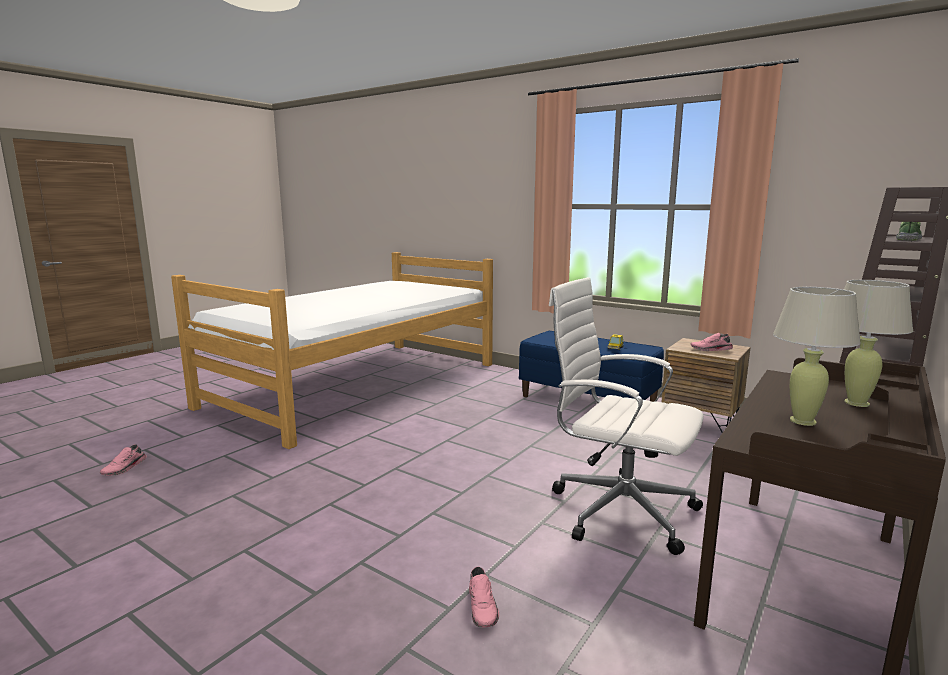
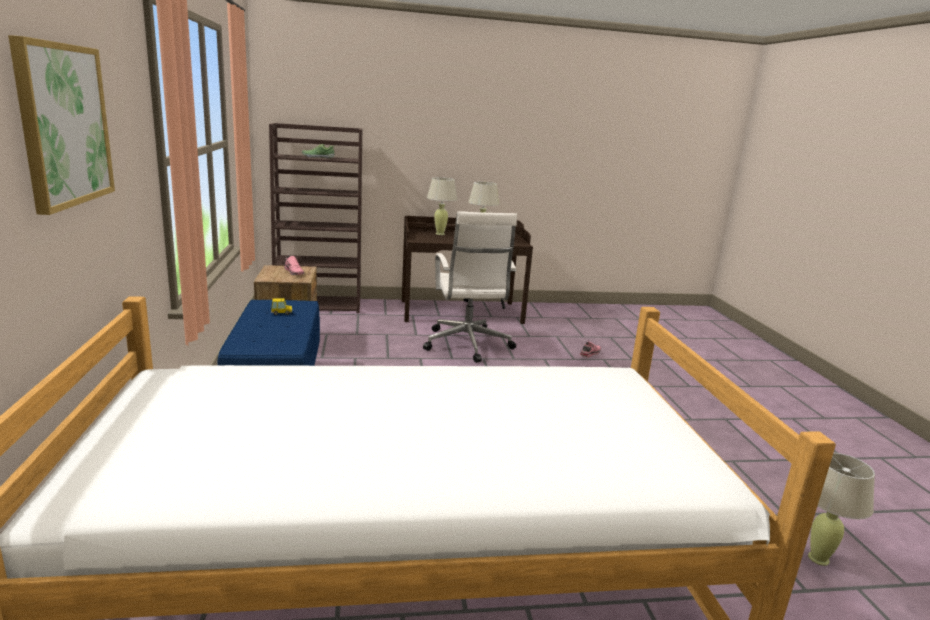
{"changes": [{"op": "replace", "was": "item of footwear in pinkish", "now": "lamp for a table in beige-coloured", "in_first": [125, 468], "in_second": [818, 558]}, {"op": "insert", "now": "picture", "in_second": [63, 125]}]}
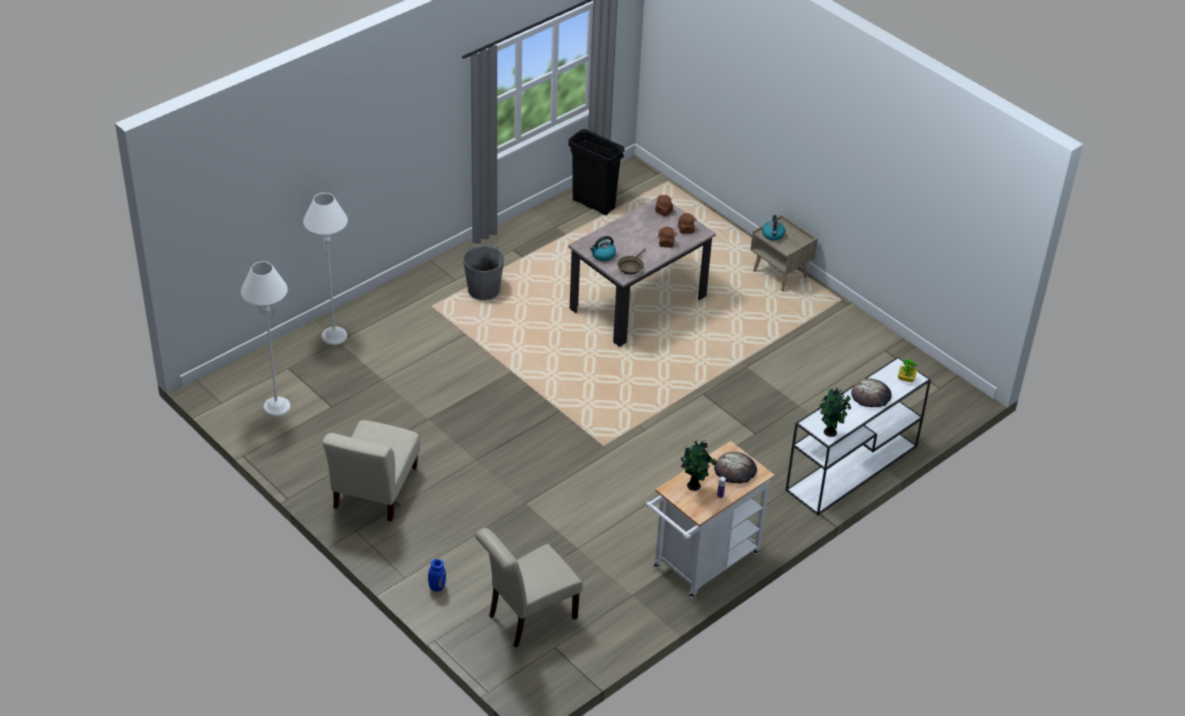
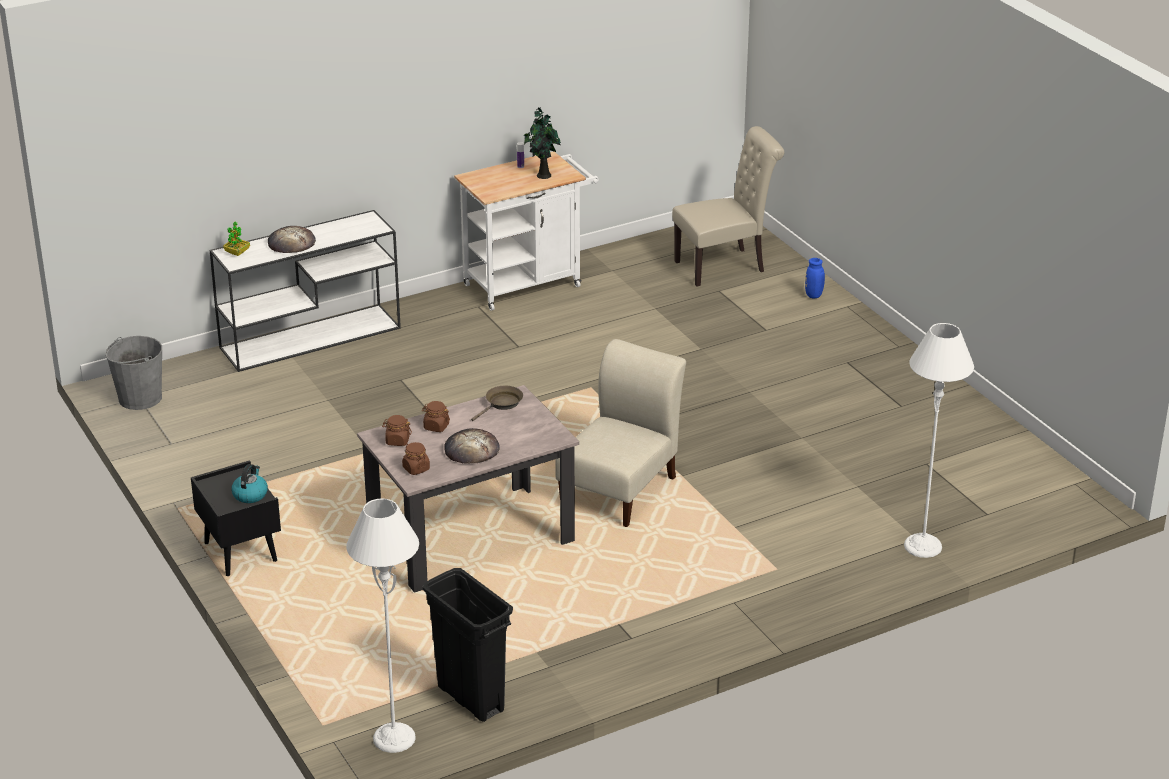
{"changes": [{"op": "recolor", "was": "night table in beige-coloured", "now": "night table in blackish", "in_first": [780, 274], "in_second": [239, 552]}, {"op": "delete", "was": "tea kettle", "in_first": [603, 255]}, {"op": "move", "was": "bucket in greyish", "in_first": [484, 290], "in_second": [139, 398]}, {"op": "move", "was": "standing lamp in whitish", "in_first": [277, 407], "in_second": [394, 738]}, {"op": "delete", "was": "potted plant", "in_first": [830, 433]}, {"op": "move", "was": "upright chair in beige-coloured", "in_first": [374, 491], "in_second": [621, 488]}, {"op": "move", "was": "bread", "in_first": [735, 470], "in_second": [471, 449]}]}
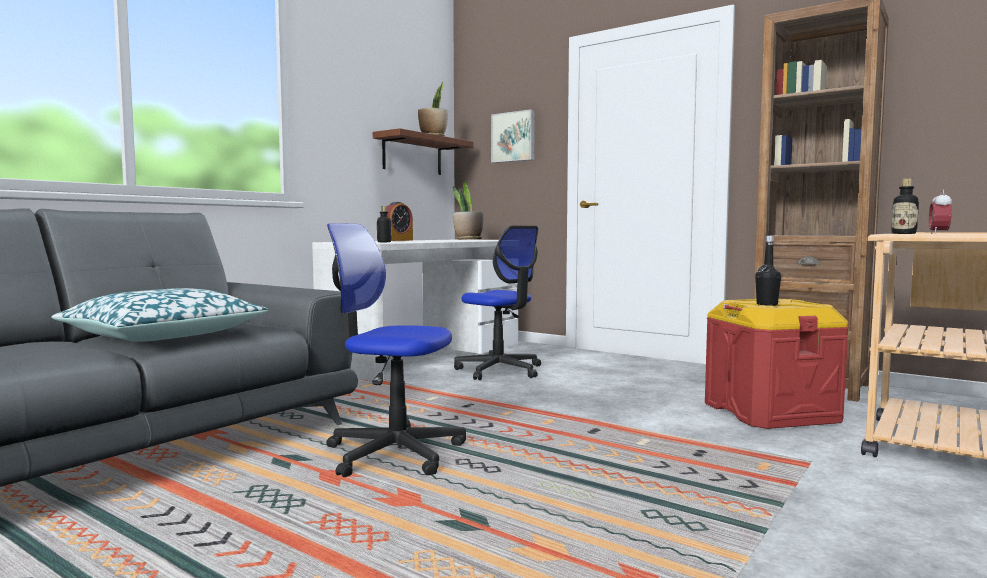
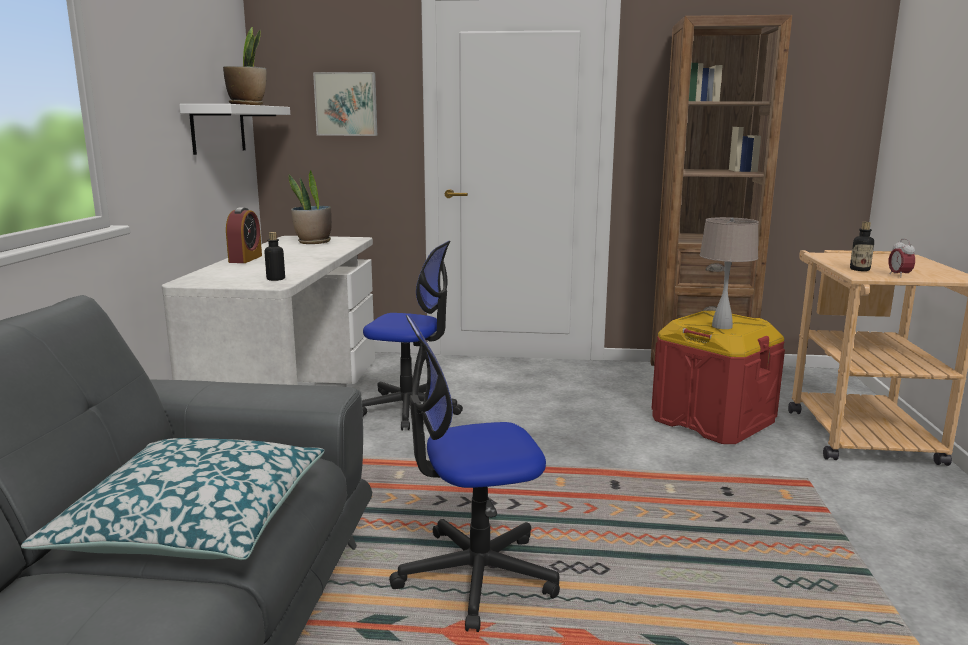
{"changes": [{"op": "recolor", "was": "bracket shelf in brown", "now": "bracket shelf in whitish", "in_first": [412, 155], "in_second": [218, 129]}, {"op": "replace", "was": "beverage bottle in blackish", "now": "lamp for a table in beige-coloured", "in_first": [767, 304], "in_second": [722, 326]}]}
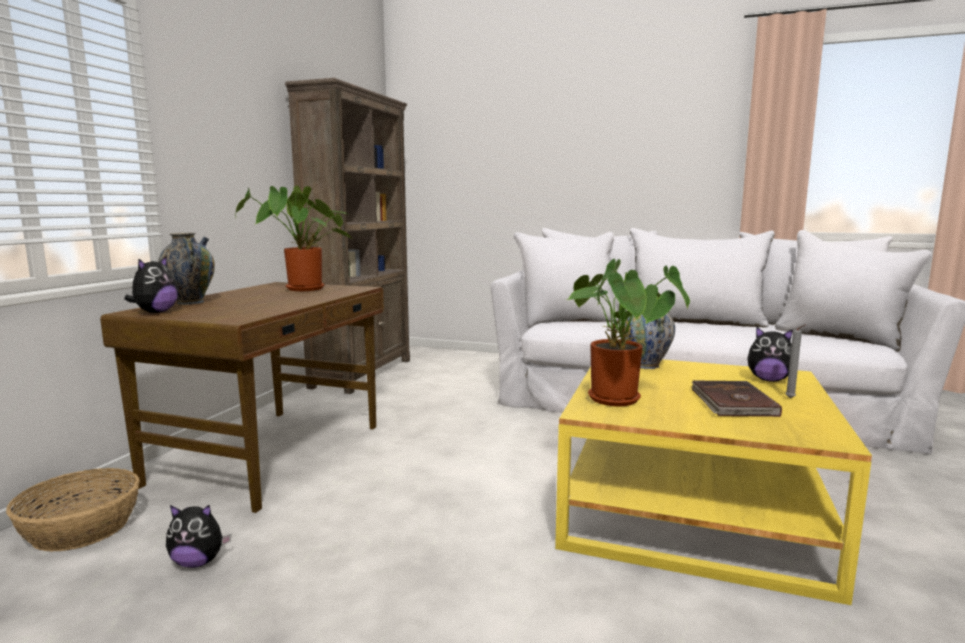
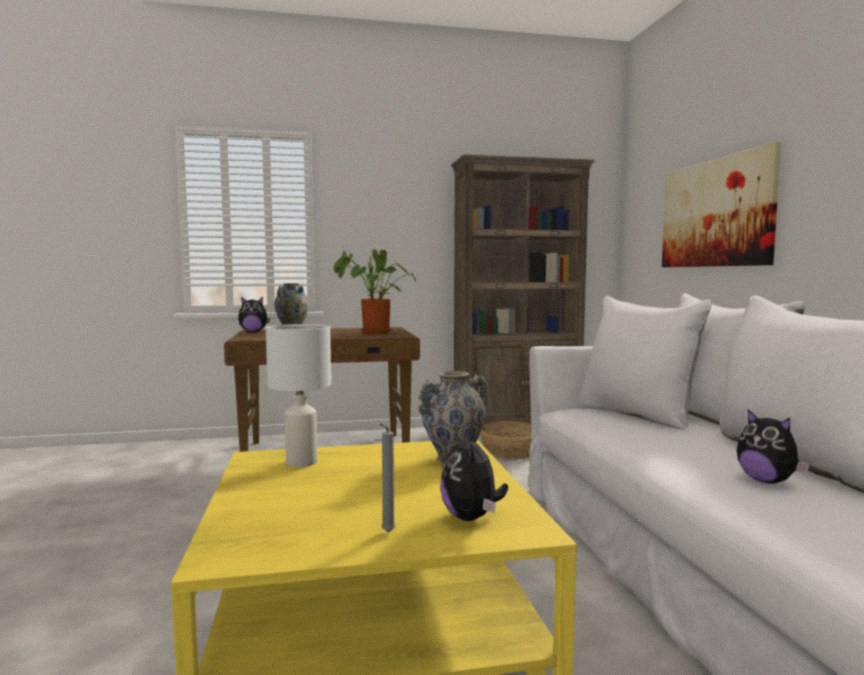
{"changes": [{"op": "replace", "was": "potted plant", "now": "lamp for a table in whitish", "in_first": [619, 400], "in_second": [300, 462]}, {"op": "delete", "was": "bound book in brown", "in_first": [731, 402]}, {"op": "move", "was": "basket", "in_first": [82, 528], "in_second": [511, 452]}, {"op": "move", "was": "plush toy", "in_first": [198, 562], "in_second": [767, 481]}, {"op": "insert", "now": "picture", "in_second": [715, 213]}]}
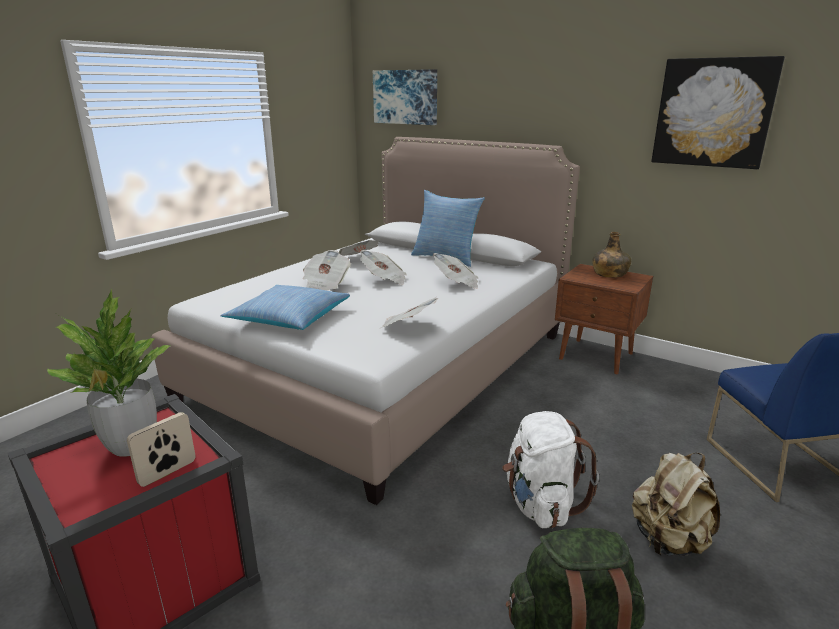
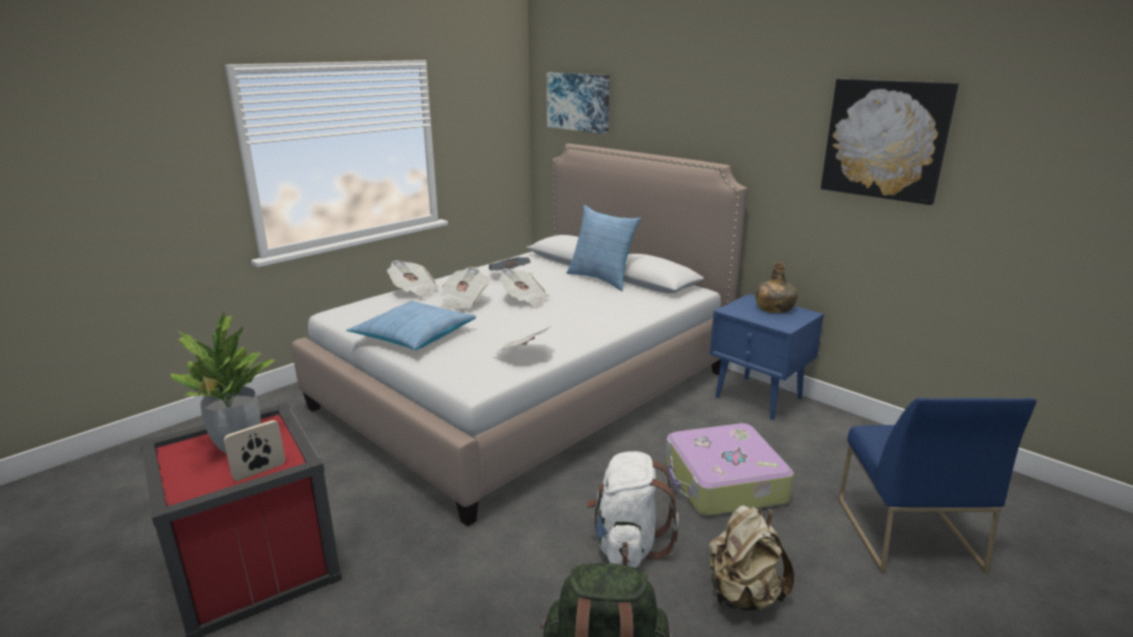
{"changes": [{"op": "move", "was": "newspaper", "in_first": [456, 283], "in_second": [414, 291]}, {"op": "recolor", "was": "night table in brown", "now": "night table in blue", "in_first": [597, 356], "in_second": [759, 398]}, {"op": "insert", "now": "piece of luggage", "in_second": [723, 483]}]}
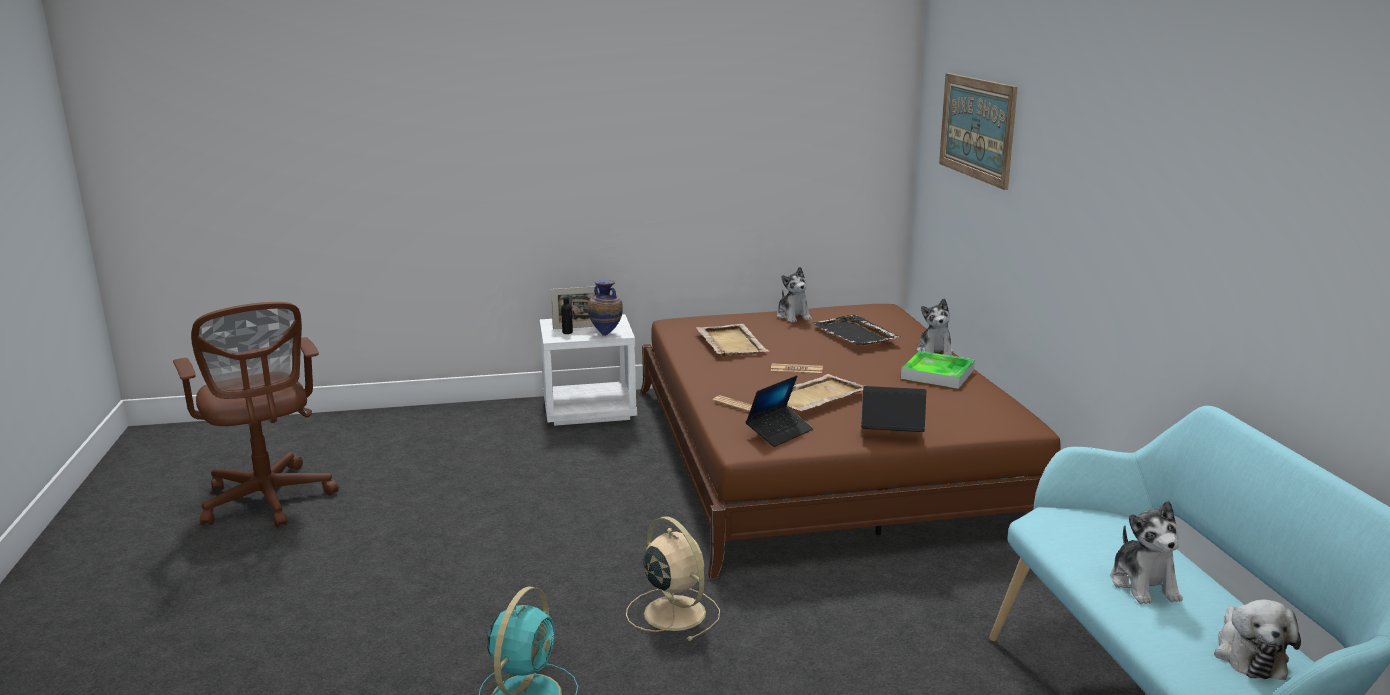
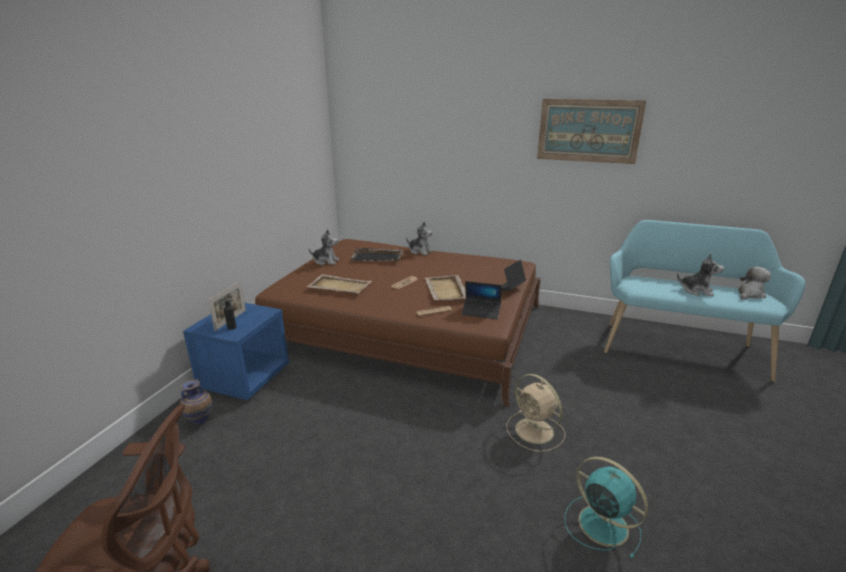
{"changes": [{"op": "move", "was": "picture", "in_first": [977, 128], "in_second": [588, 130]}, {"op": "move", "was": "decorative vase", "in_first": [606, 334], "in_second": [200, 422]}, {"op": "recolor", "was": "night table in whitish", "now": "night table in blue", "in_first": [589, 410], "in_second": [245, 378]}, {"op": "delete", "was": "serving tray", "in_first": [937, 374]}, {"op": "rotate", "was": "portable computer", "in_first": [779, 432], "in_second": [481, 312], "clockwise": 120}, {"op": "rotate", "was": "fan in beige-coloured", "in_first": [673, 612], "in_second": [535, 432], "clockwise": -120}, {"op": "rotate", "was": "plush toy", "in_first": [1248, 655], "in_second": [750, 294], "clockwise": -75}]}
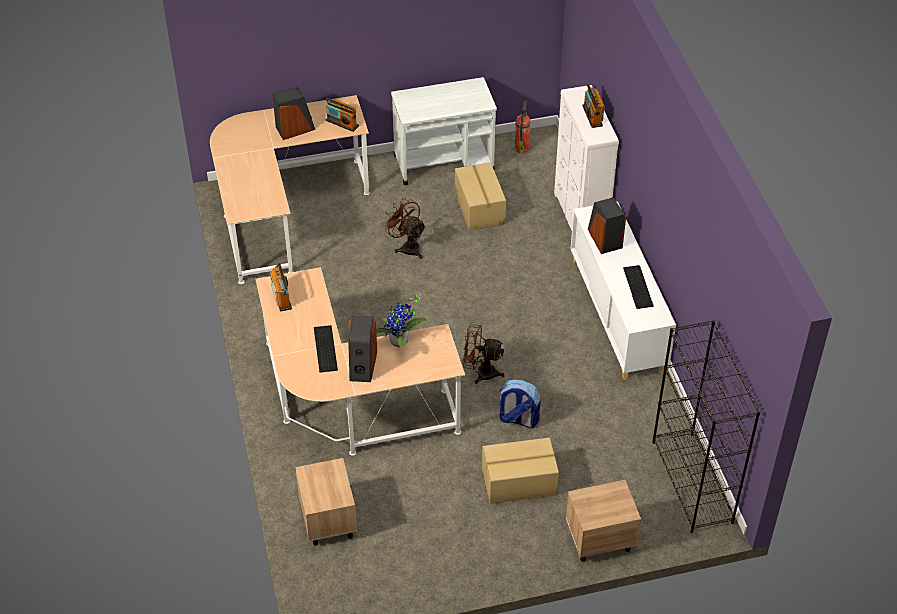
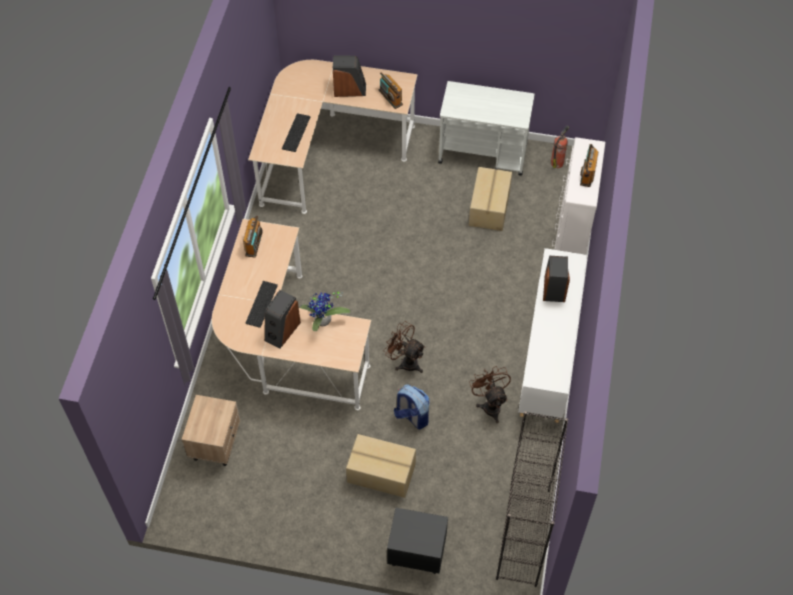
{"changes": [{"op": "move", "was": "fan in brown", "in_first": [407, 247], "in_second": [490, 404]}, {"op": "move", "was": "keyboard", "in_first": [639, 287], "in_second": [297, 133]}, {"op": "recolor", "was": "night table in beige-coloured", "now": "night table in blackish", "in_first": [598, 540], "in_second": [416, 552]}]}
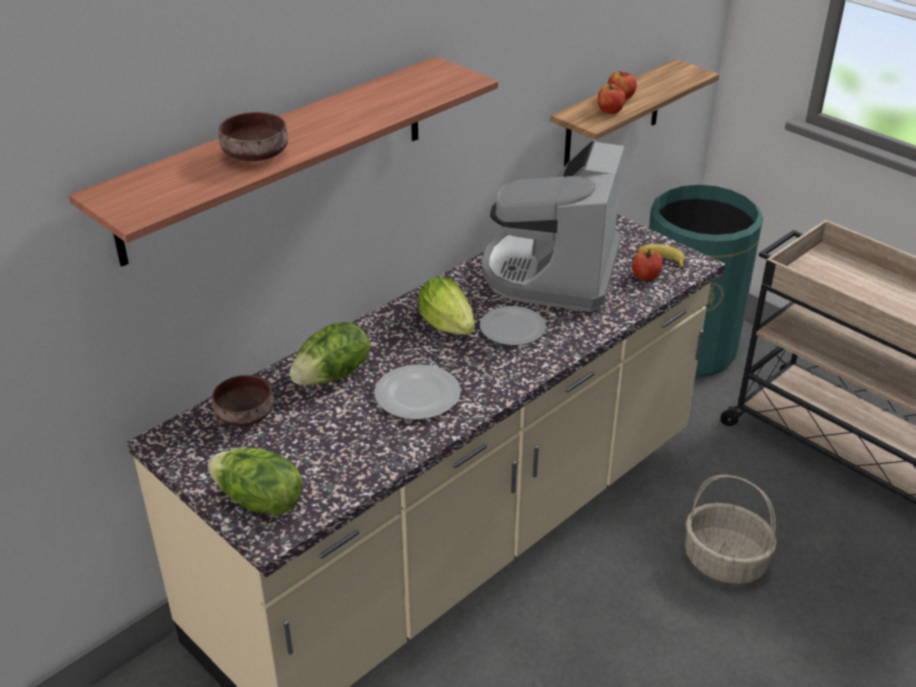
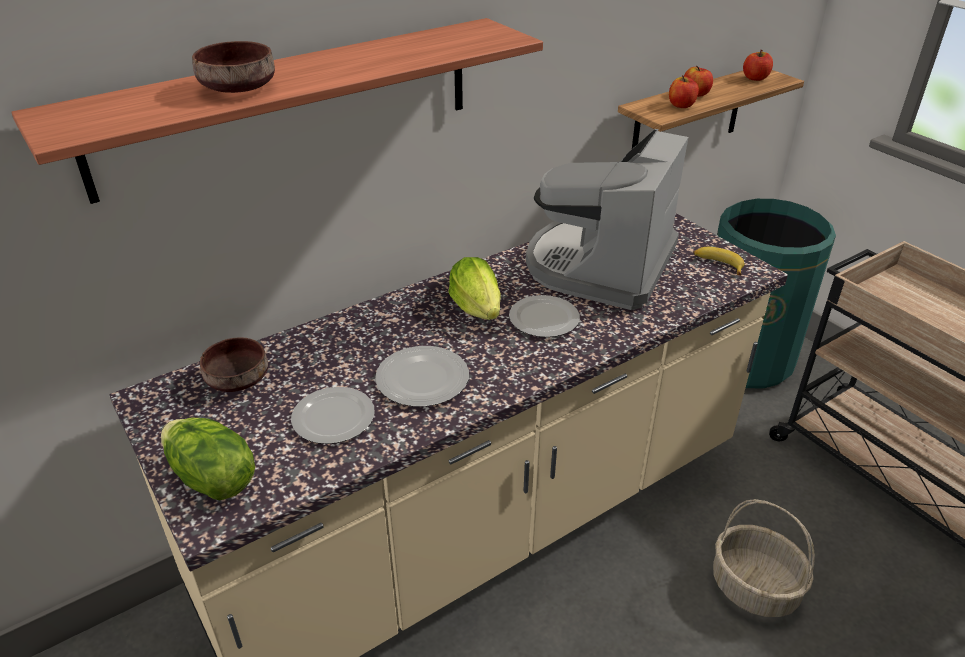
{"changes": [{"op": "move", "was": "whole apple", "in_first": [646, 276], "in_second": [755, 78]}, {"op": "delete", "was": "lettuce", "in_first": [333, 375]}, {"op": "insert", "now": "flat dish", "in_second": [332, 417]}]}
